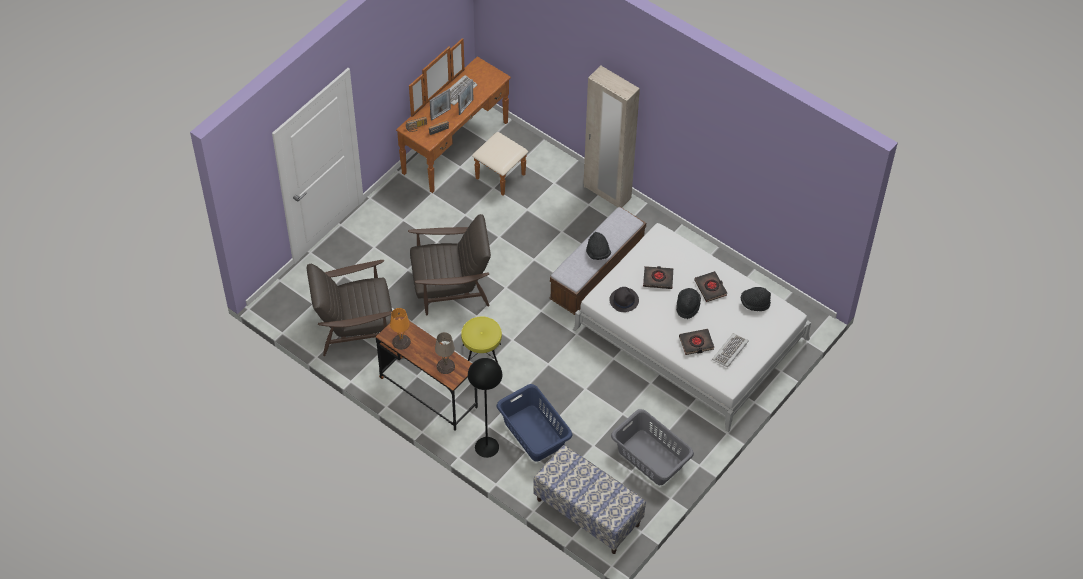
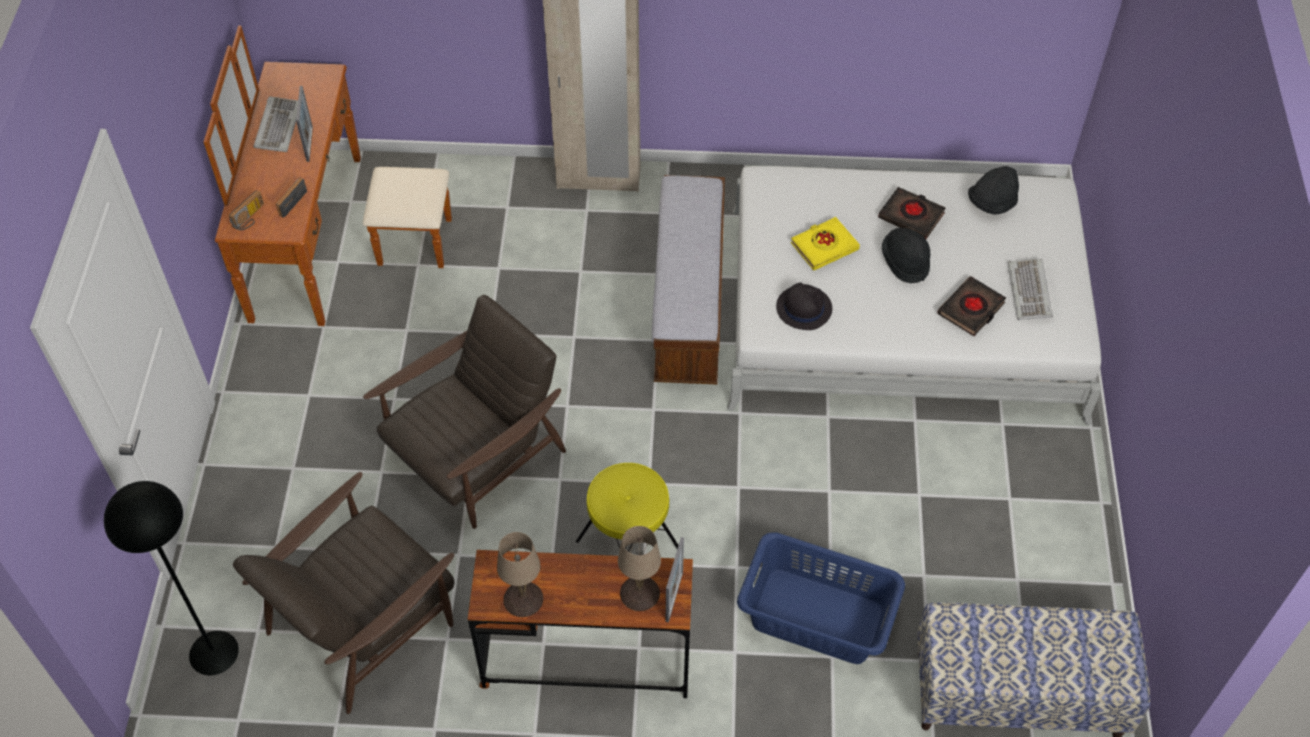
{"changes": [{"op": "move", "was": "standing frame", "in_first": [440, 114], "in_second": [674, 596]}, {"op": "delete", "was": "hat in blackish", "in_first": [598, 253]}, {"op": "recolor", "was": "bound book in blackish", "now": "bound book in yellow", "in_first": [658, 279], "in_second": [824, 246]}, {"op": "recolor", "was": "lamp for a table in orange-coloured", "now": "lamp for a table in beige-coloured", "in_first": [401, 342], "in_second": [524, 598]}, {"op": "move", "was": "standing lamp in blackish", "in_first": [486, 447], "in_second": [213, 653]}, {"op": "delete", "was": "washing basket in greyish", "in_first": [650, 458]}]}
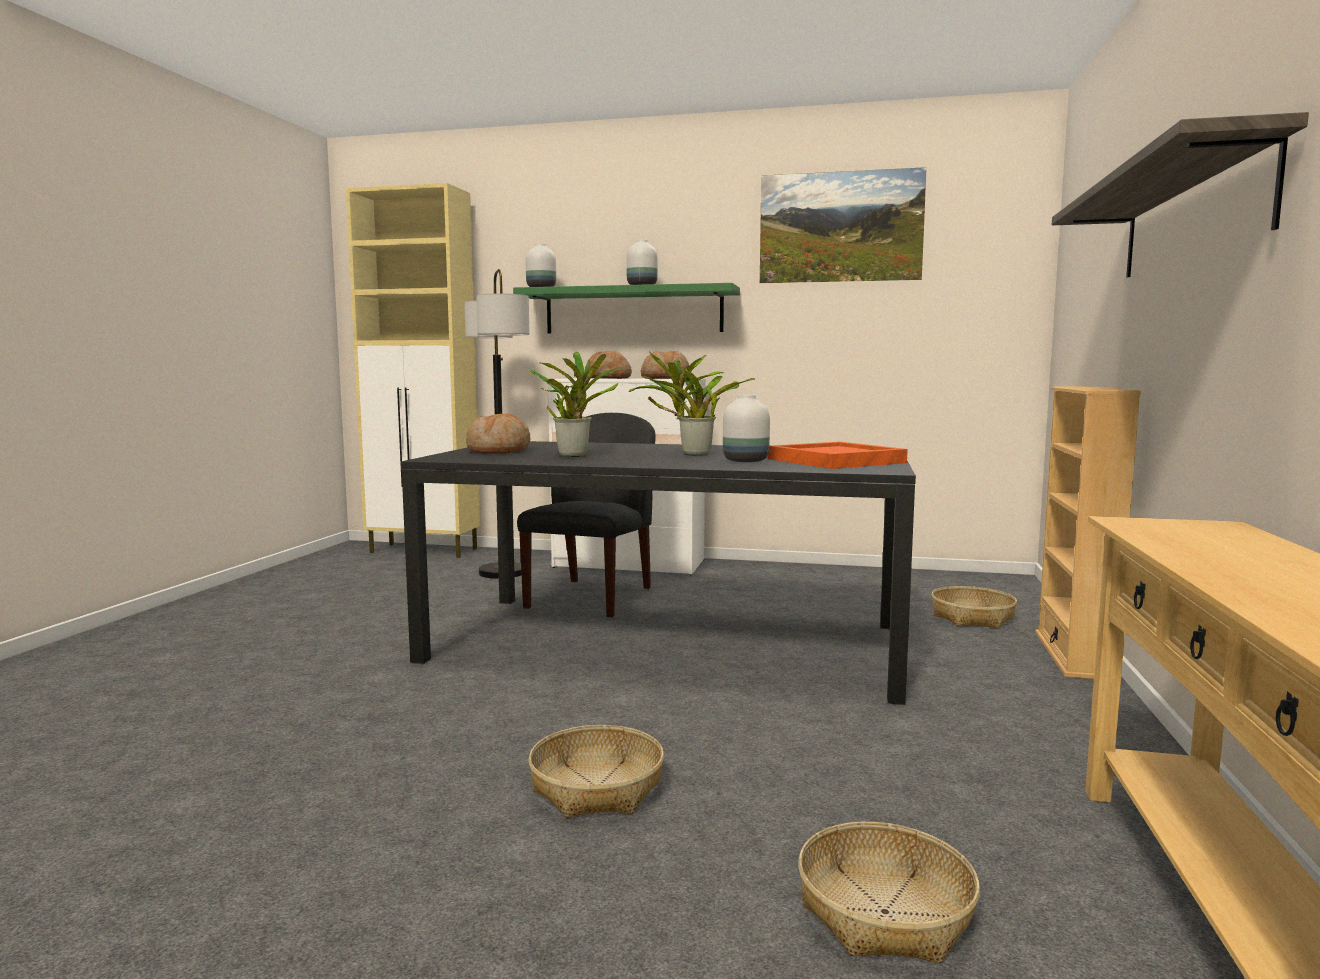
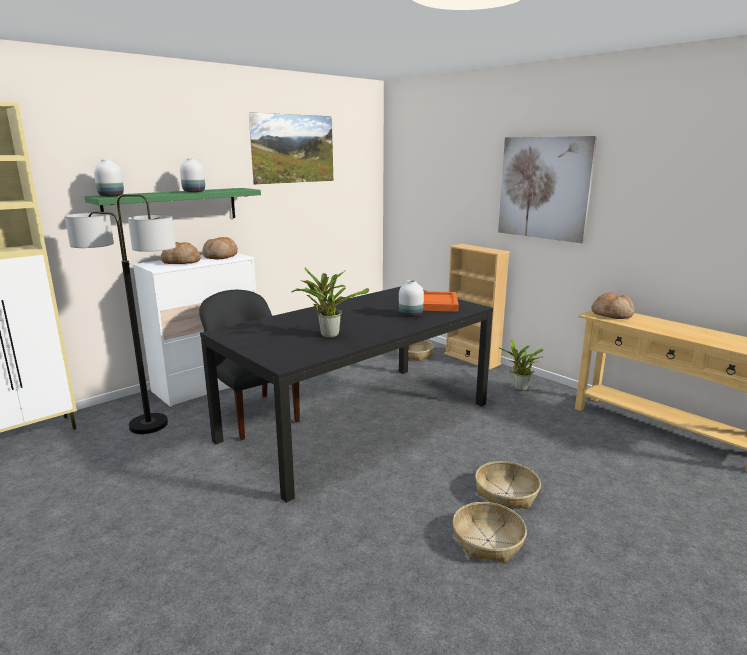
{"changes": [{"op": "replace", "was": "bracket shelf", "now": "picture", "in_first": [1191, 217], "in_second": [544, 188]}, {"op": "move", "was": "potted plant", "in_first": [692, 454], "in_second": [519, 389]}, {"op": "move", "was": "bread", "in_first": [499, 450], "in_second": [612, 314]}, {"op": "move", "was": "basket", "in_first": [885, 912], "in_second": [488, 540]}]}
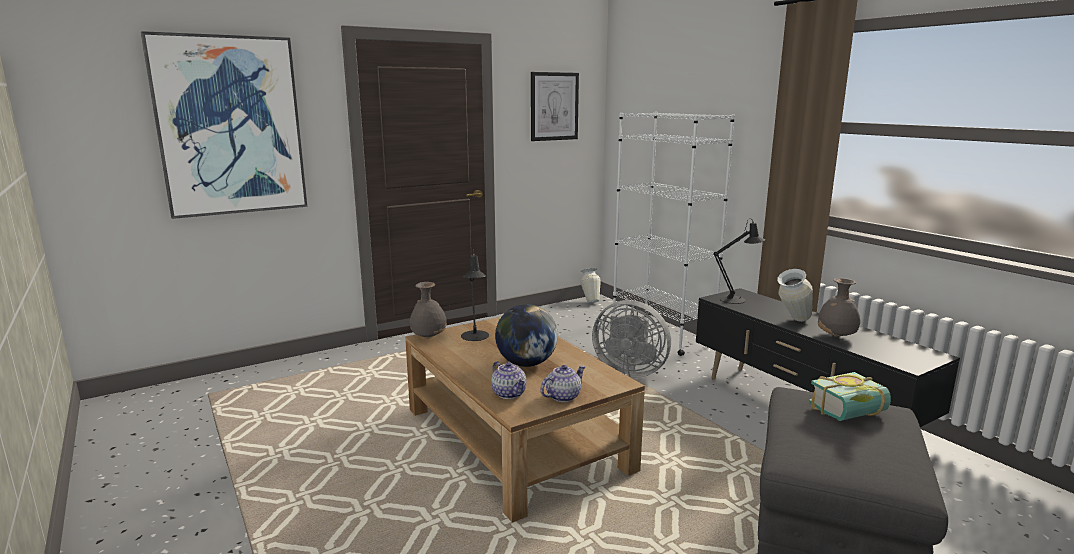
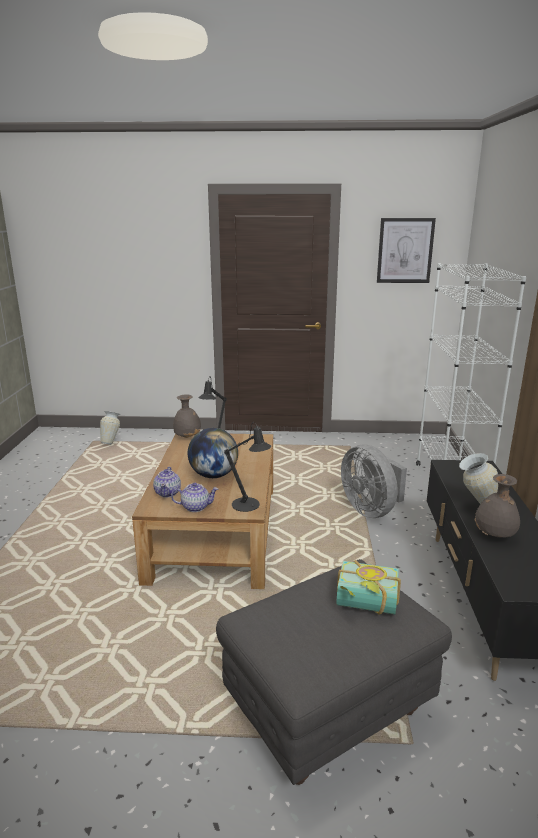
{"changes": [{"op": "delete", "was": "picture", "in_first": [230, 126]}, {"op": "move", "was": "lamp for a table in blackish", "in_first": [736, 299], "in_second": [249, 505]}, {"op": "move", "was": "decorative vase", "in_first": [590, 301], "in_second": [112, 442]}]}
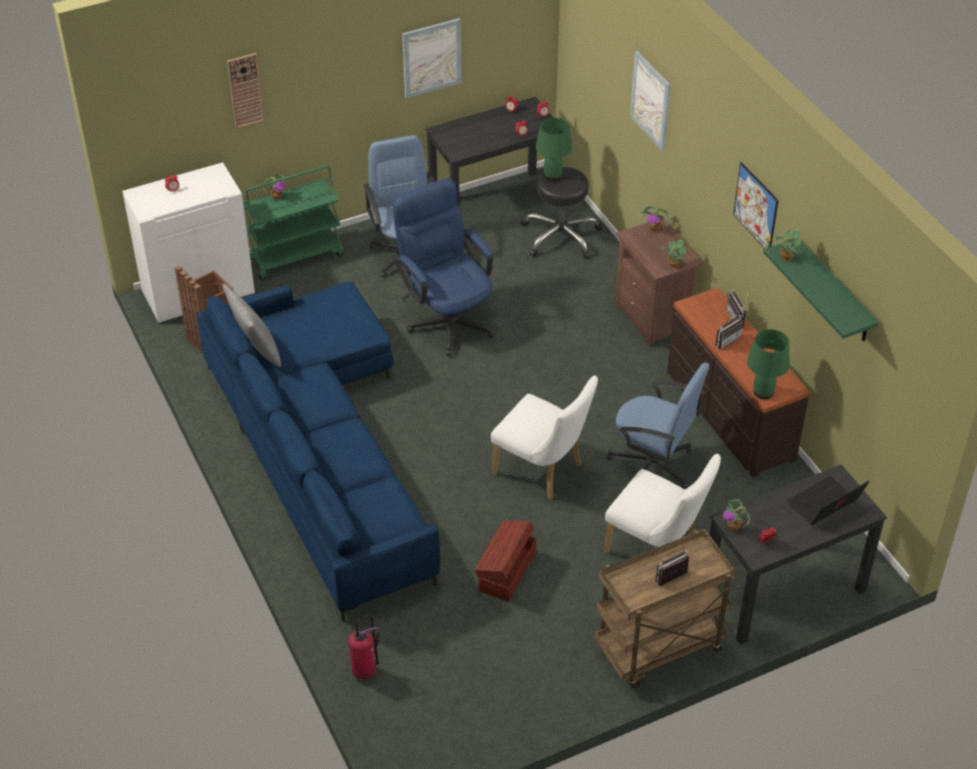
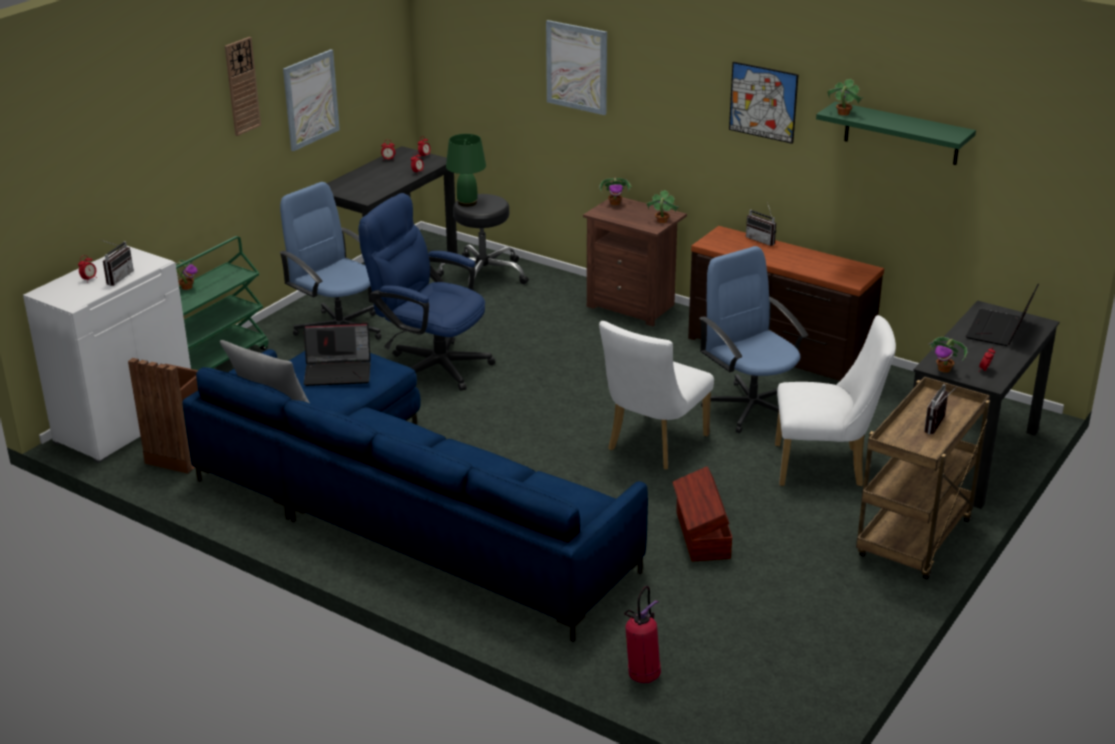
{"changes": [{"op": "move", "was": "hanging clock", "in_first": [245, 90], "in_second": [242, 86]}, {"op": "move", "was": "radio", "in_first": [725, 339], "in_second": [117, 277]}, {"op": "delete", "was": "lamp for a table in green", "in_first": [762, 392]}, {"op": "rotate", "was": "computer chair in blue", "in_first": [653, 465], "in_second": [751, 407], "clockwise": -120}, {"op": "rotate", "was": "upright chair in whitish", "in_first": [543, 471], "in_second": [653, 446], "clockwise": 120}, {"op": "insert", "now": "portable computer", "in_second": [339, 372]}]}
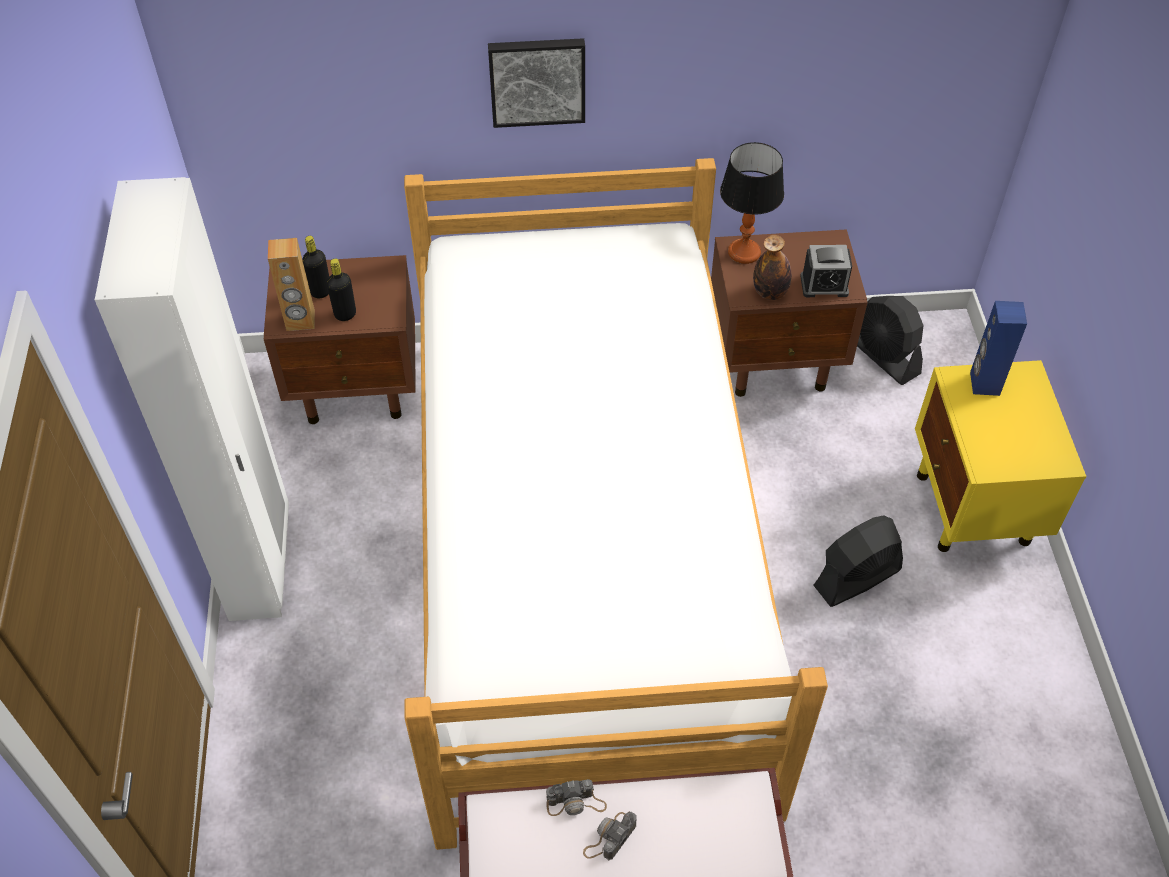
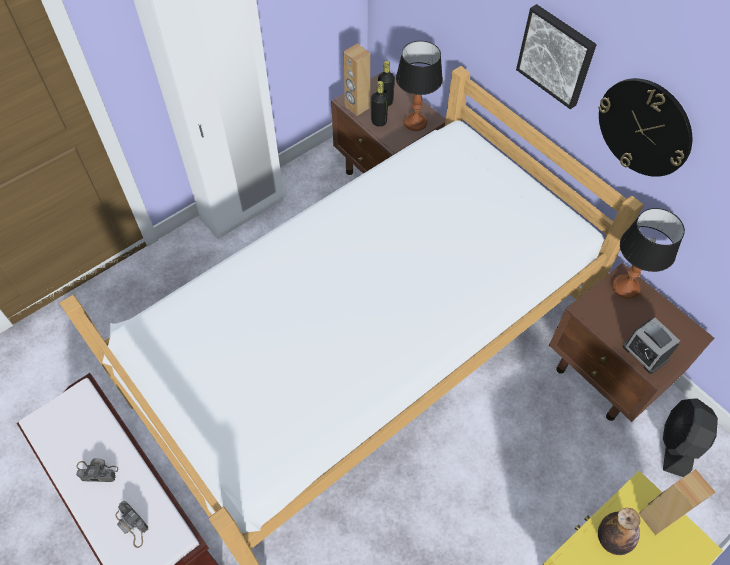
{"changes": [{"op": "move", "was": "beverage bottle", "in_first": [770, 293], "in_second": [612, 539]}, {"op": "recolor", "was": "audio speaker in blue", "now": "audio speaker in brown", "in_first": [984, 383], "in_second": [656, 516]}, {"op": "delete", "was": "fan in blackish", "in_first": [856, 578]}, {"op": "move", "was": "still camera", "in_first": [576, 803], "in_second": [132, 525]}, {"op": "insert", "now": "lamp for a table", "in_second": [415, 123]}, {"op": "insert", "now": "hanging clock", "in_second": [644, 127]}]}
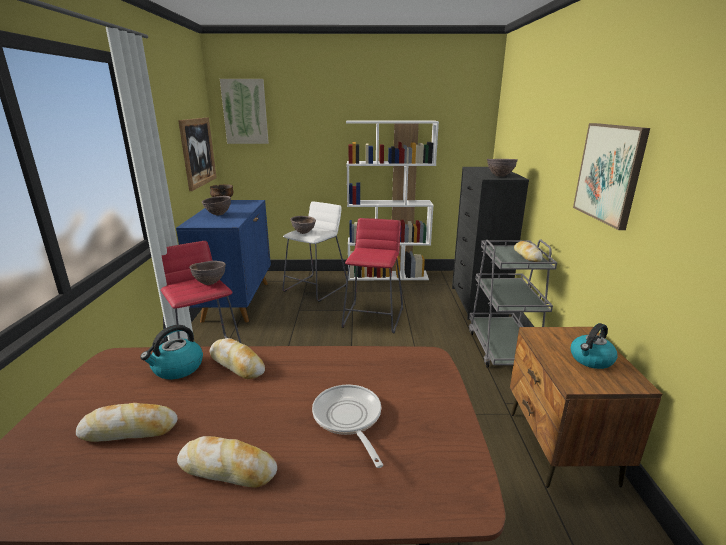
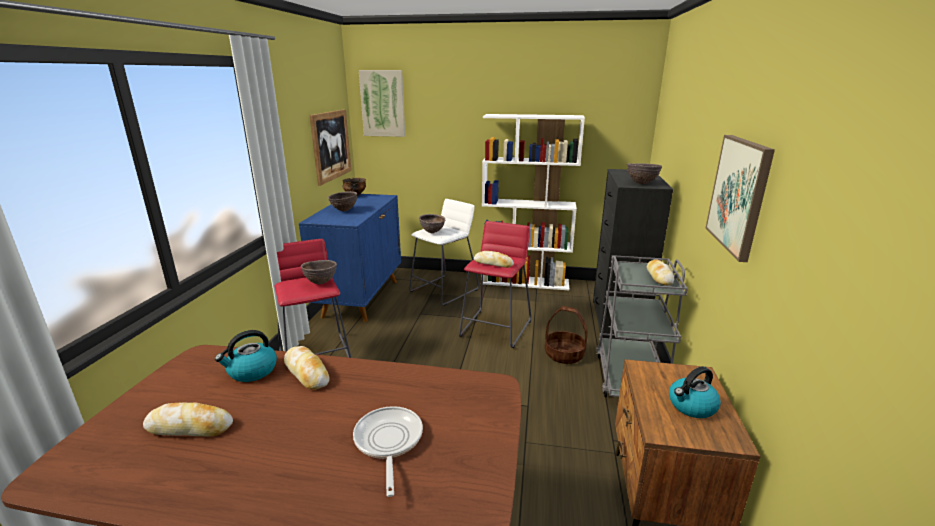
{"changes": [{"op": "move", "was": "bread", "in_first": [228, 469], "in_second": [493, 263]}, {"op": "insert", "now": "basket", "in_second": [564, 354]}]}
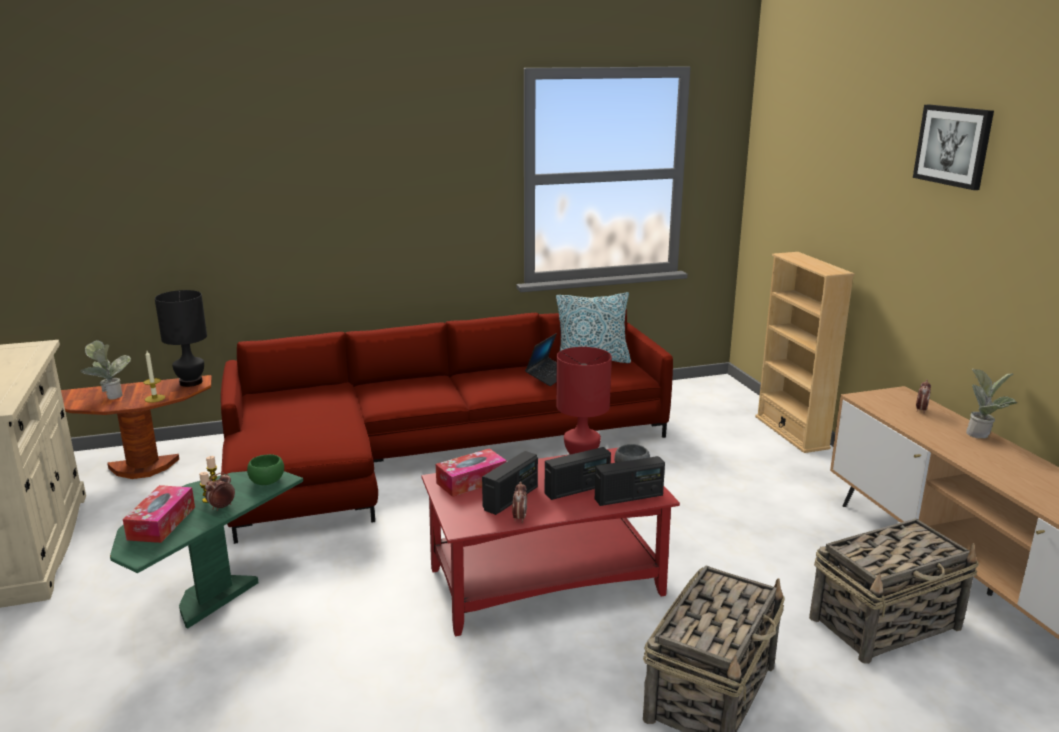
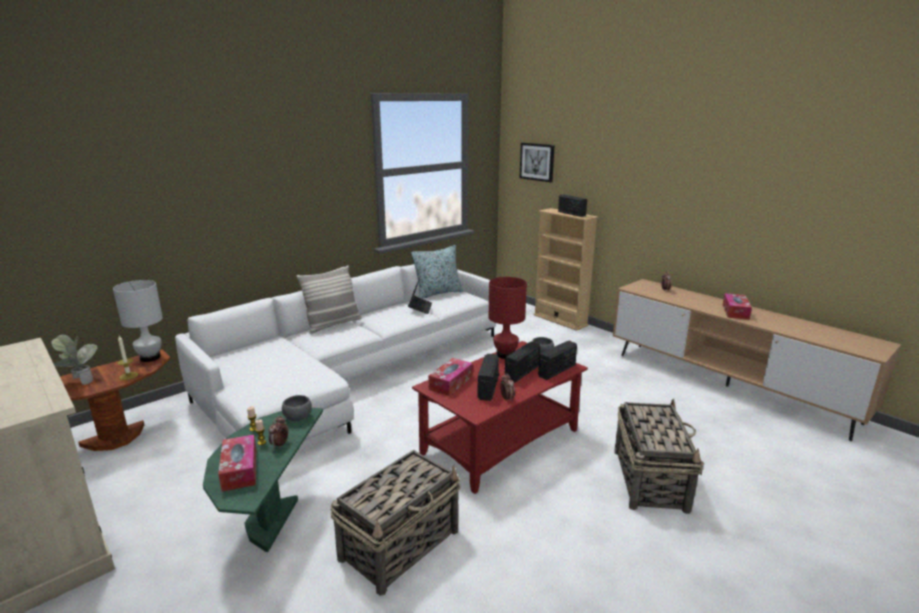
{"changes": [{"op": "move", "was": "picture", "in_first": [953, 146], "in_second": [537, 162]}, {"op": "recolor", "was": "lamp for a table in blackish", "now": "lamp for a table in whitish", "in_first": [191, 382], "in_second": [150, 357]}, {"op": "recolor", "was": "settee in reddish", "now": "settee in whitish", "in_first": [434, 452], "in_second": [352, 375]}, {"op": "delete", "was": "potted plant", "in_first": [983, 434]}, {"op": "recolor", "was": "deep dish in green", "now": "deep dish in greyish", "in_first": [268, 481], "in_second": [298, 417]}, {"op": "move", "was": "basket", "in_first": [886, 623], "in_second": [401, 544]}, {"op": "insert", "now": "radio", "in_second": [571, 214]}, {"op": "insert", "now": "throw pillow", "in_second": [333, 324]}, {"op": "insert", "now": "box of tissues", "in_second": [735, 312]}]}
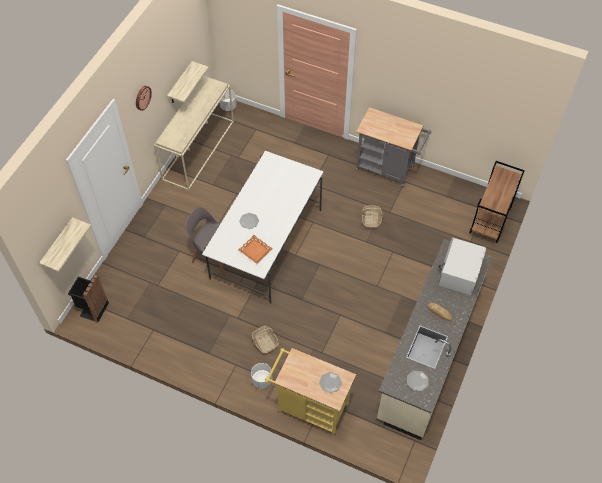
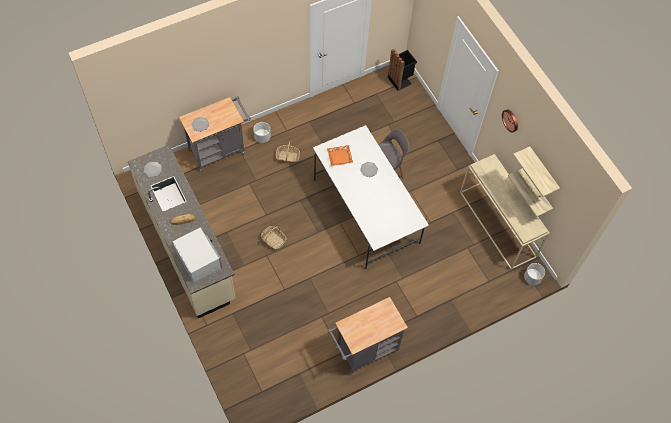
{"changes": [{"op": "delete", "was": "wheeled cart in brown", "in_first": [490, 221]}, {"op": "move", "was": "basket", "in_first": [371, 219], "in_second": [273, 239]}, {"op": "move", "was": "bracket shelf", "in_first": [58, 245], "in_second": [542, 171]}, {"op": "recolor", "was": "wheeled cart in yellow", "now": "wheeled cart in greyish", "in_first": [309, 407], "in_second": [220, 150]}]}
